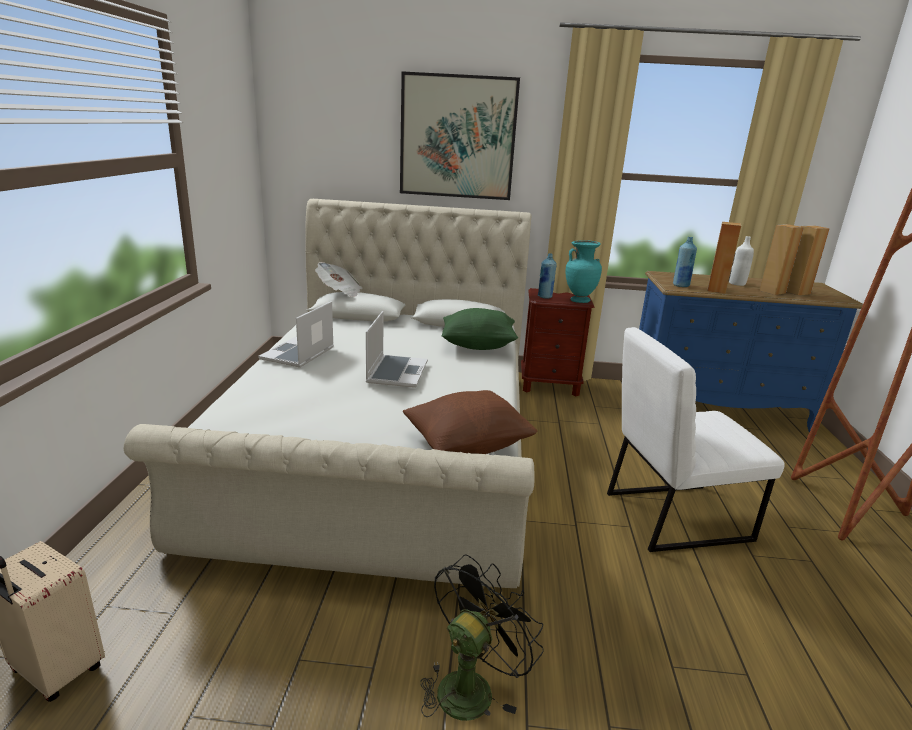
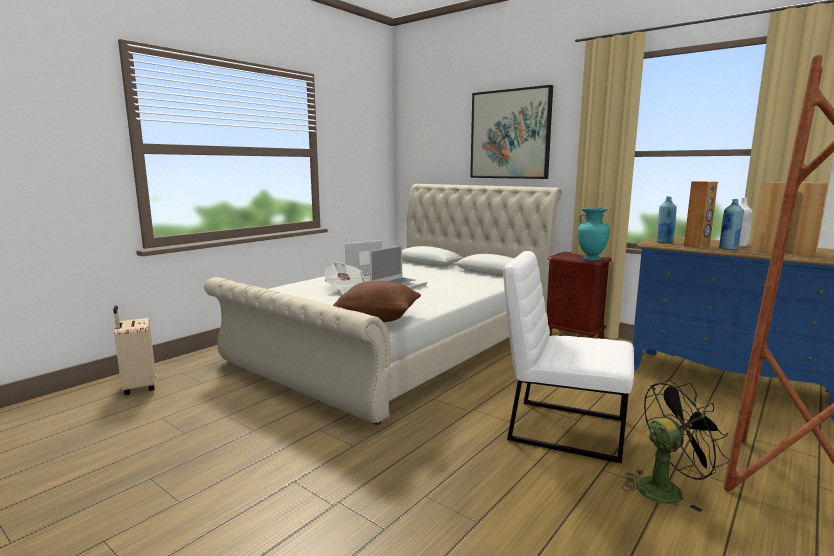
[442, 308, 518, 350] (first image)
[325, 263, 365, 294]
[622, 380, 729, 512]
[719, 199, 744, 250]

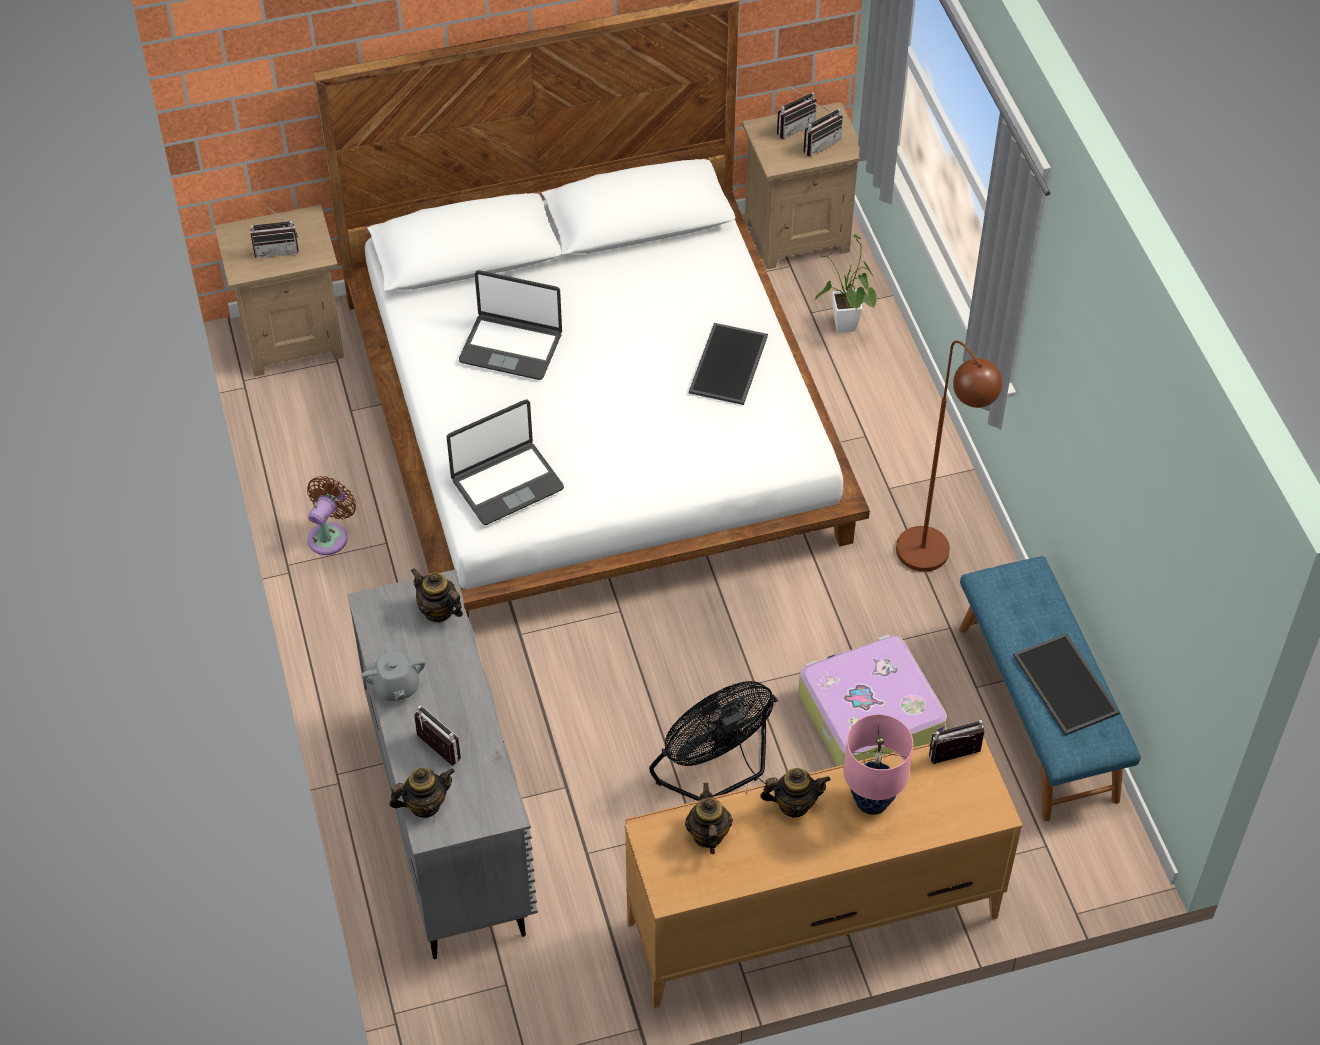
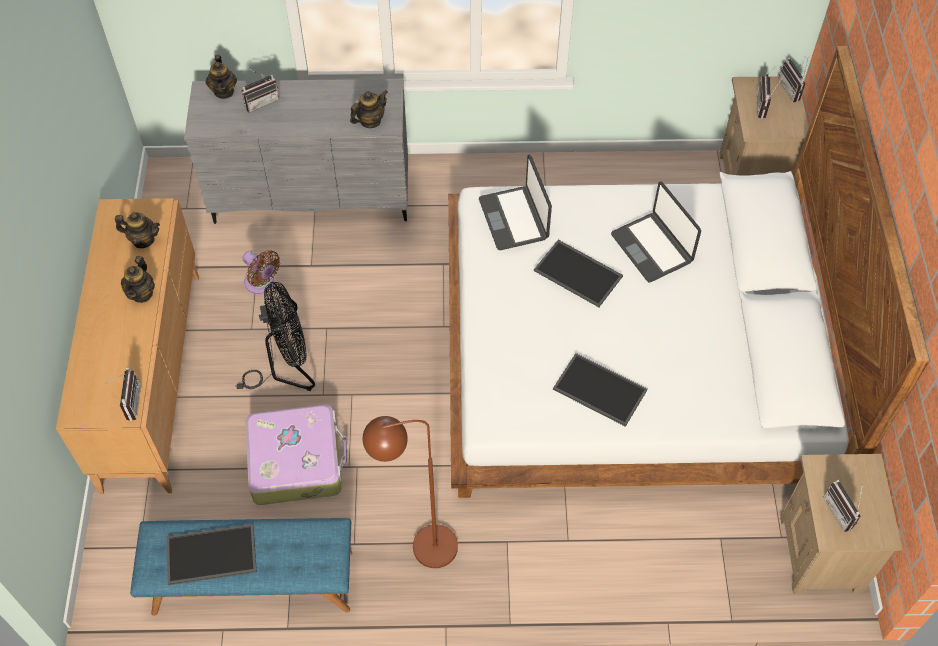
[361, 642, 426, 701] (first image)
[815, 234, 877, 333] (first image)
[844, 714, 913, 815] (first image)
[534, 240, 623, 307]
[242, 250, 280, 294]
[778, 58, 808, 102]
[611, 181, 701, 282]

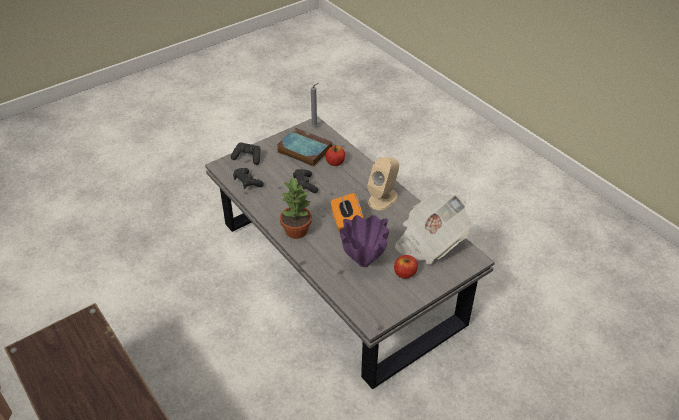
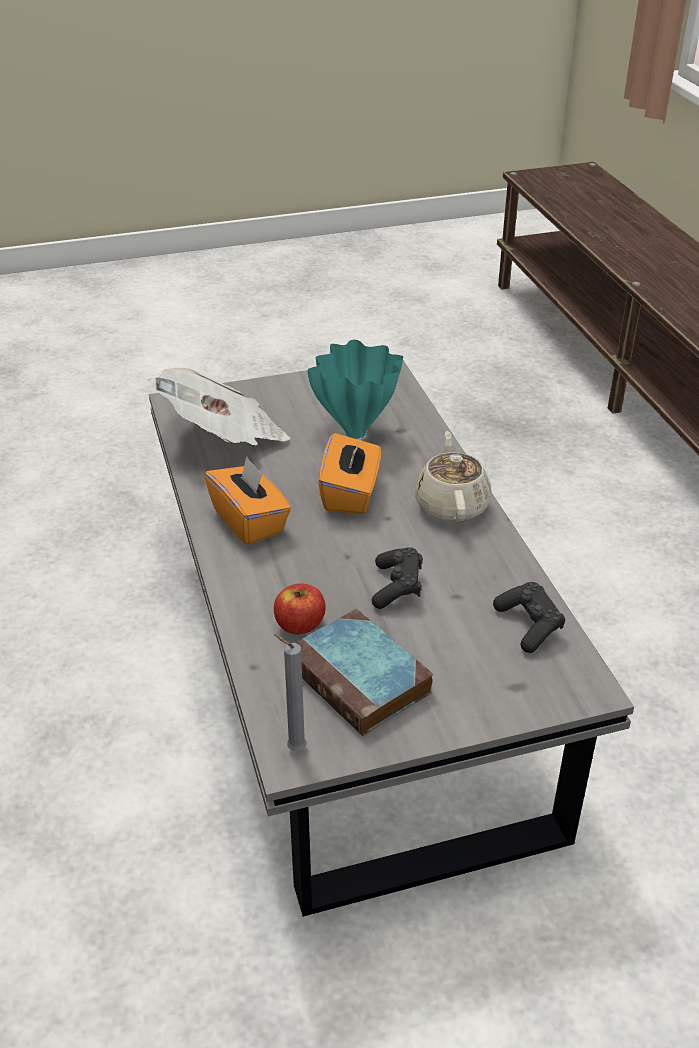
[231, 143, 260, 165] (first image)
[394, 255, 418, 279] (first image)
[415, 431, 491, 523]
[204, 456, 291, 545]
[307, 340, 403, 439]

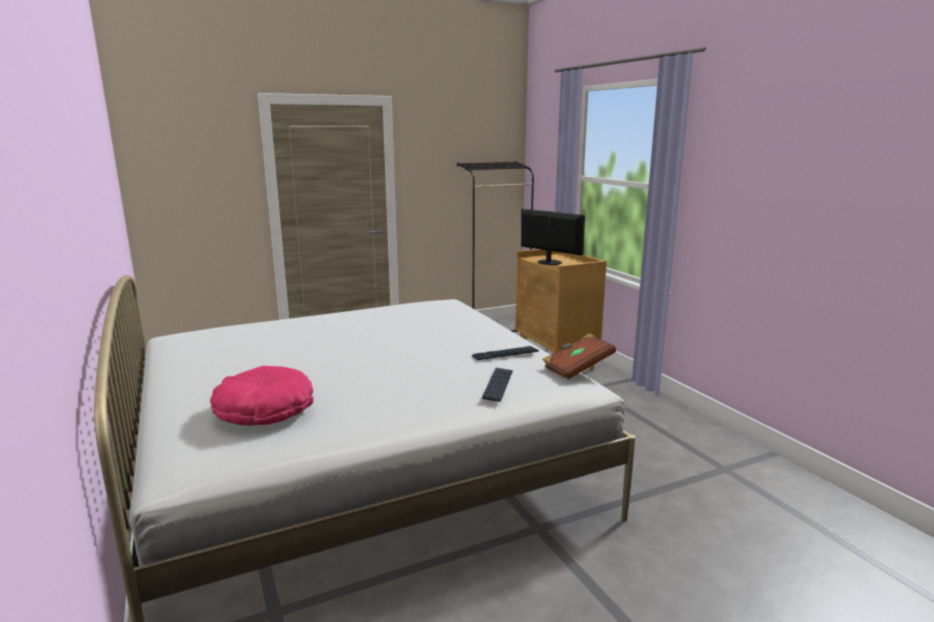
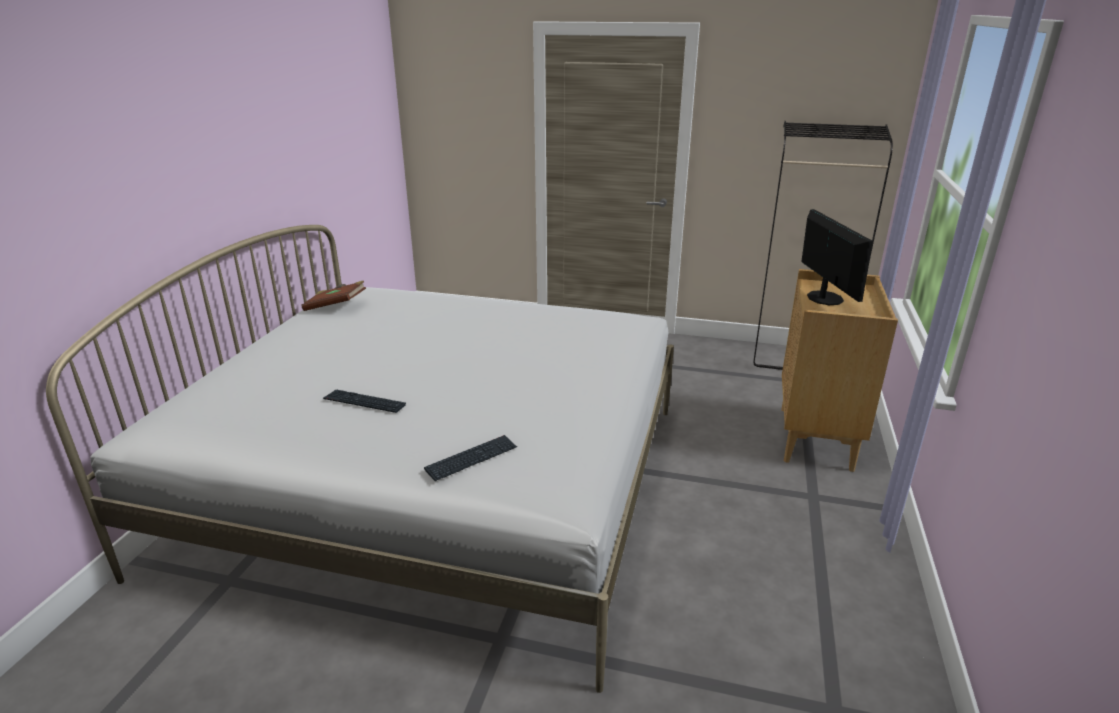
[210, 366, 314, 425] (first image)
[323, 390, 406, 413]
[301, 281, 366, 311]

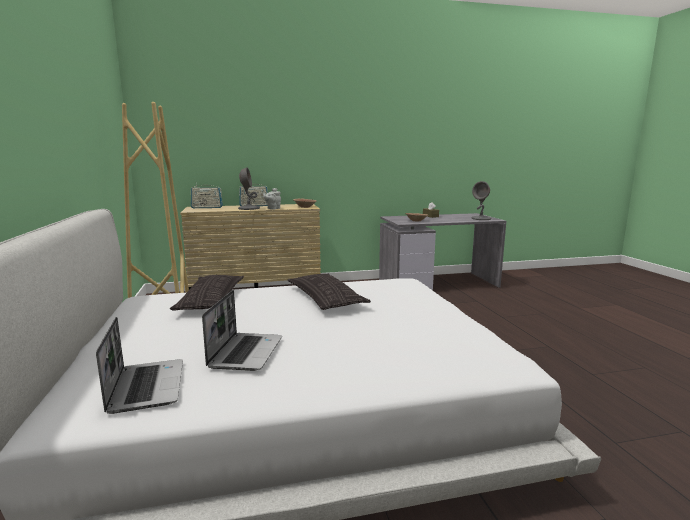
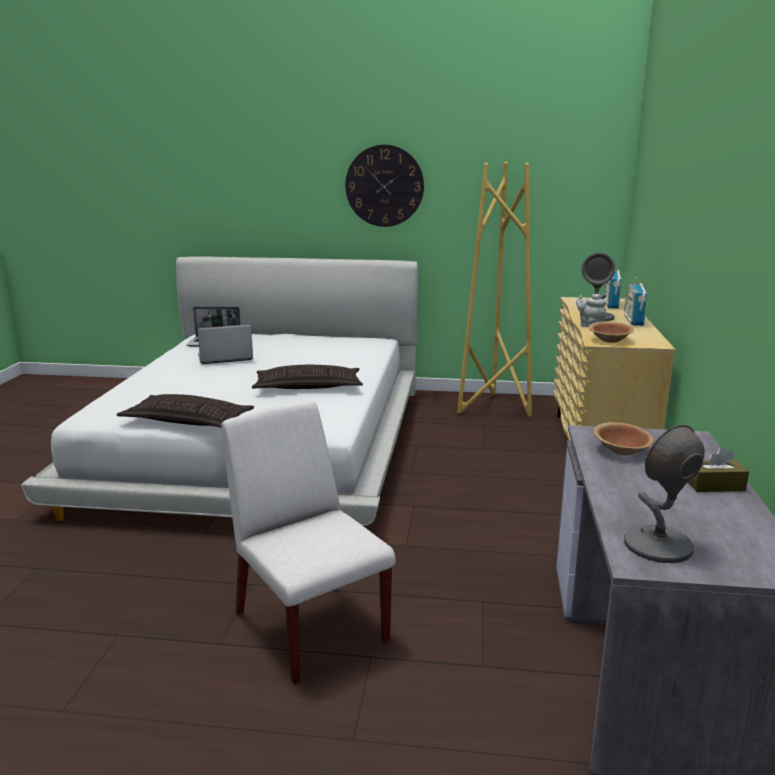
[221, 401, 396, 684]
[345, 145, 424, 227]
[117, 394, 254, 428]
[198, 324, 253, 364]

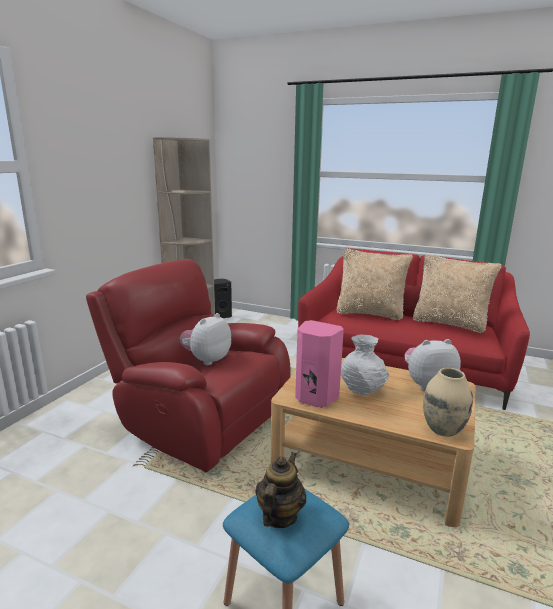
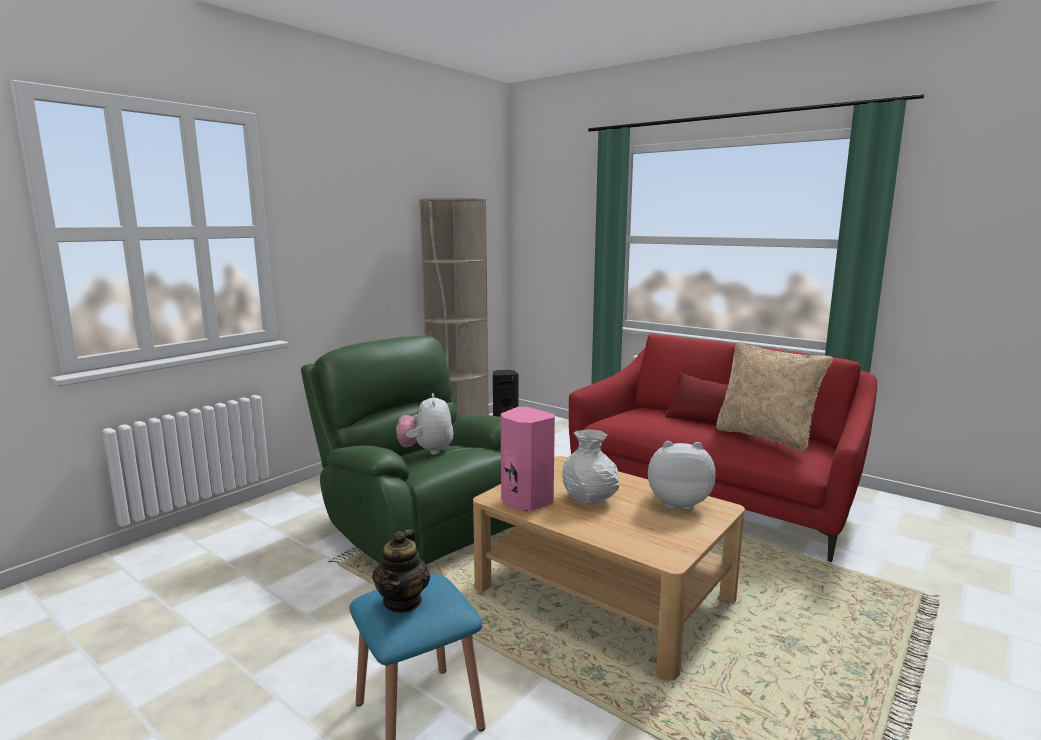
[337, 248, 413, 320] (first image)
[423, 368, 473, 437] (first image)
[301, 336, 515, 565]
[396, 393, 454, 455]
[372, 529, 430, 613]

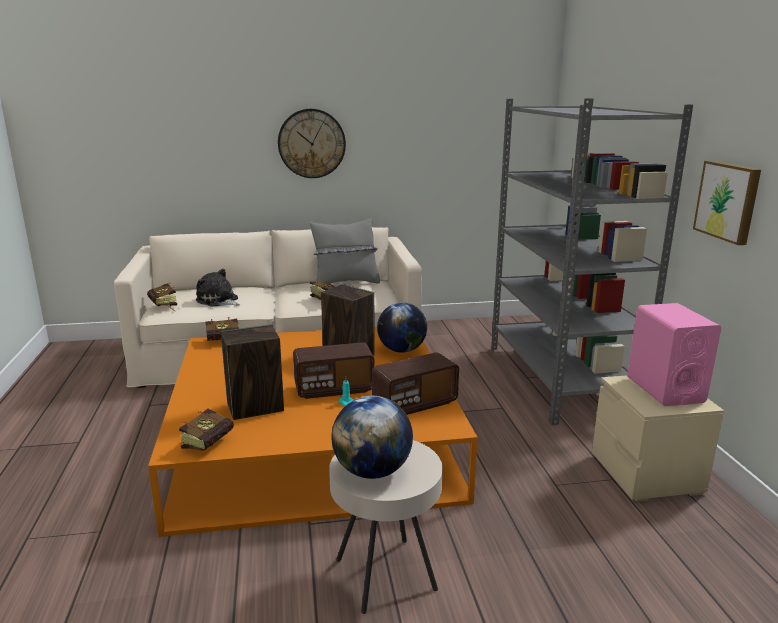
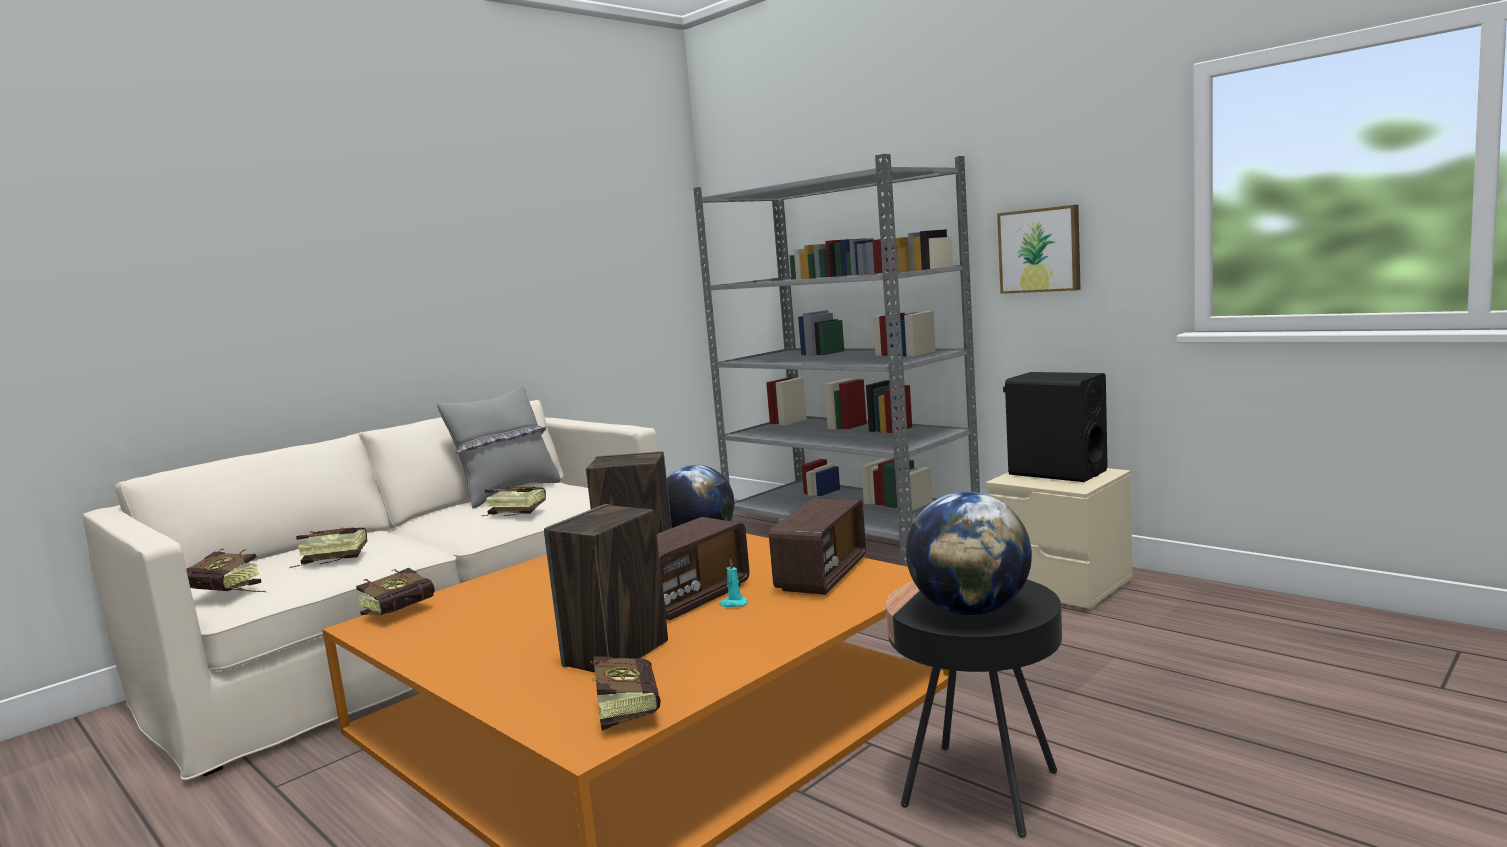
[278, 109, 346, 178] (first image)
[290, 528, 367, 568]
[886, 580, 1062, 838]
[1003, 372, 1108, 482]

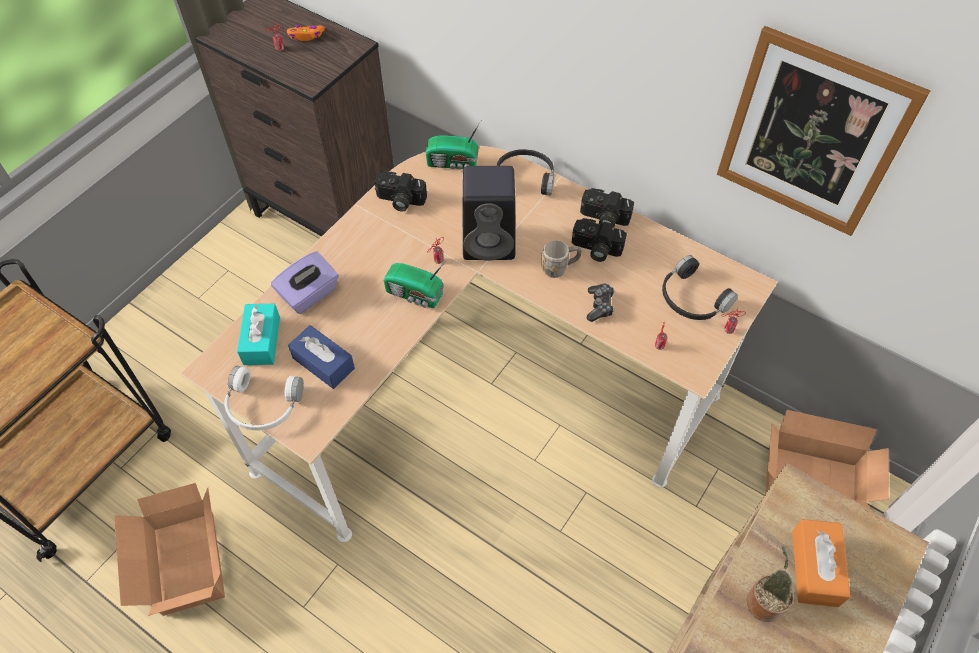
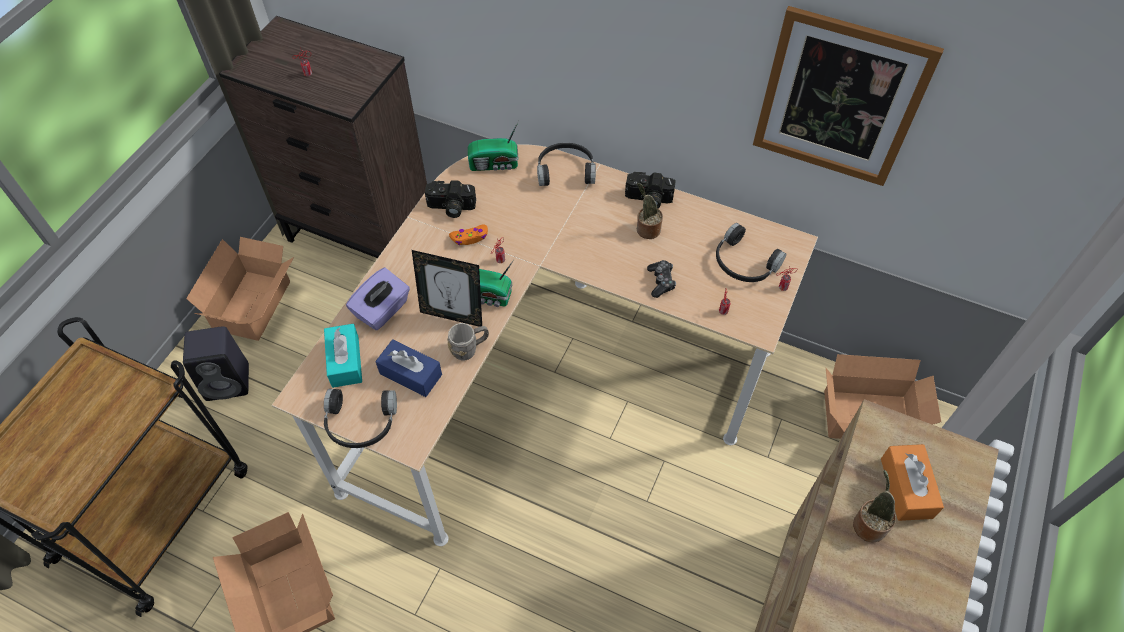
[186, 237, 294, 341]
[412, 250, 482, 327]
[449, 225, 488, 245]
[183, 326, 249, 401]
[447, 323, 489, 361]
[637, 183, 663, 239]
[324, 389, 397, 448]

